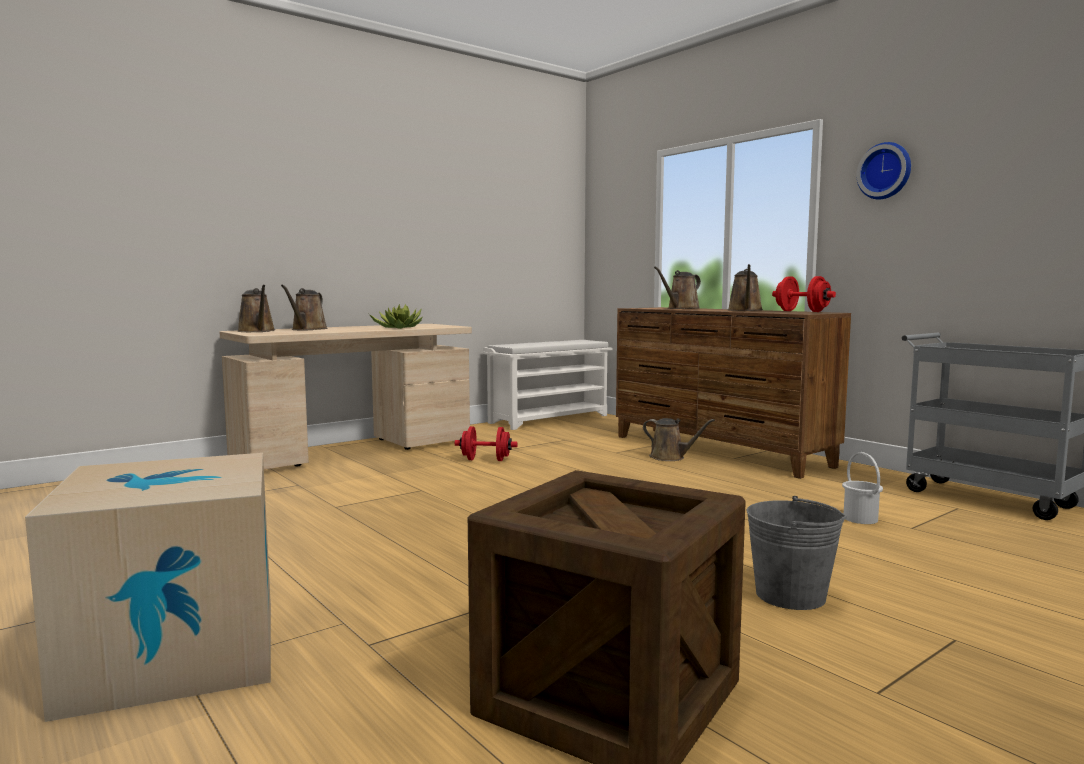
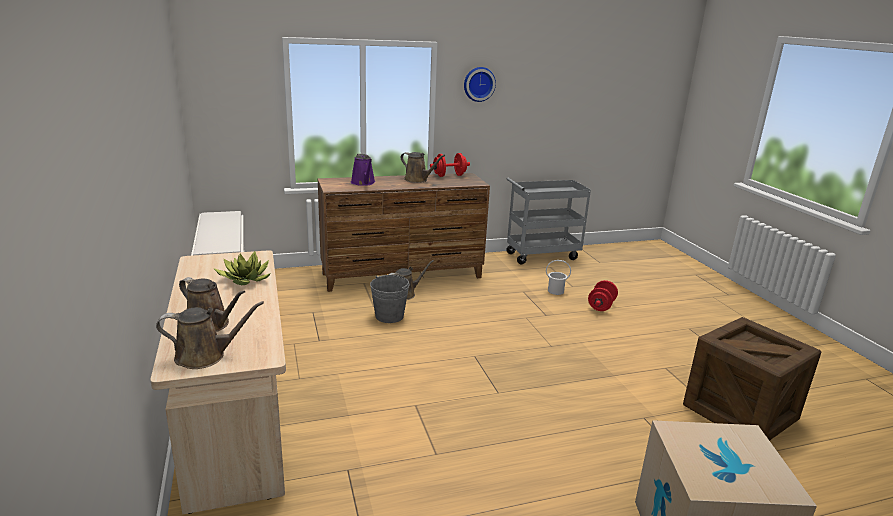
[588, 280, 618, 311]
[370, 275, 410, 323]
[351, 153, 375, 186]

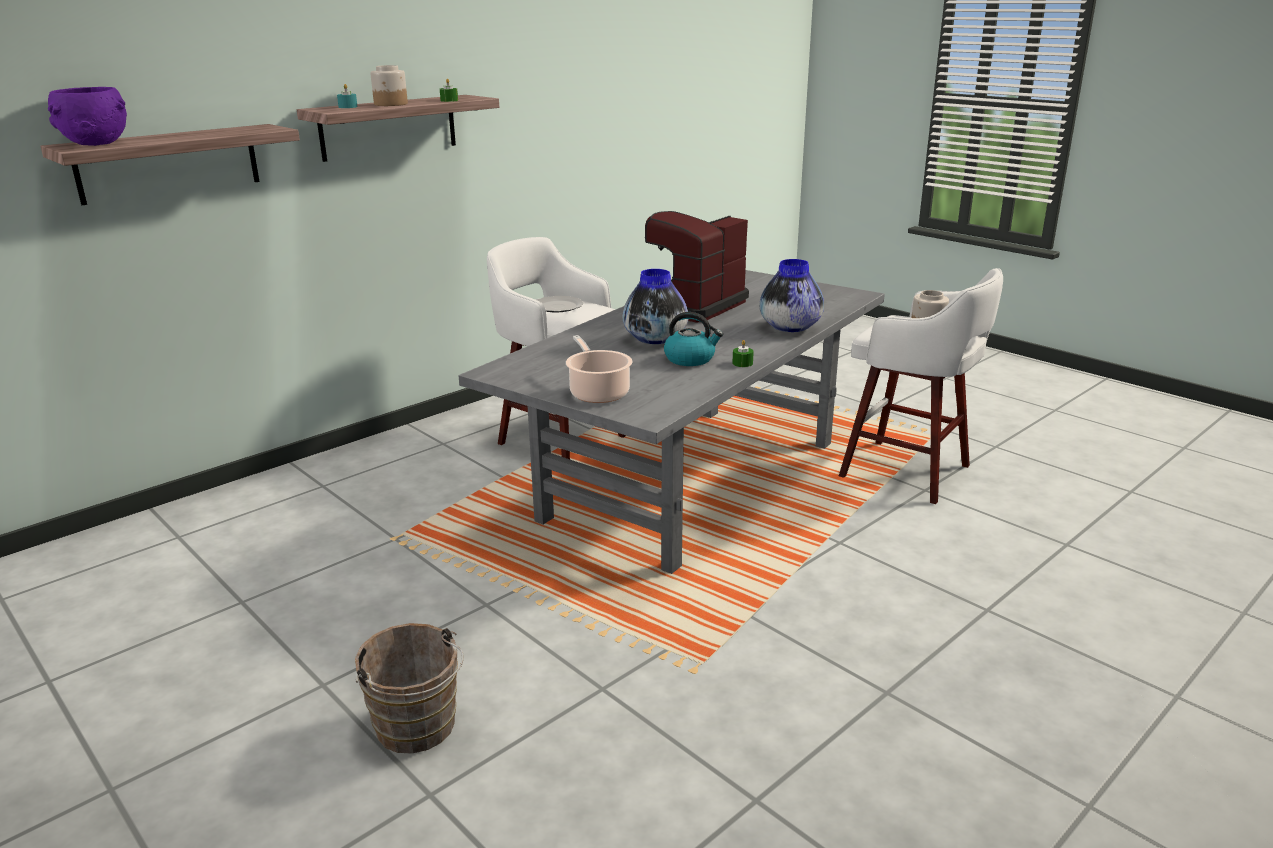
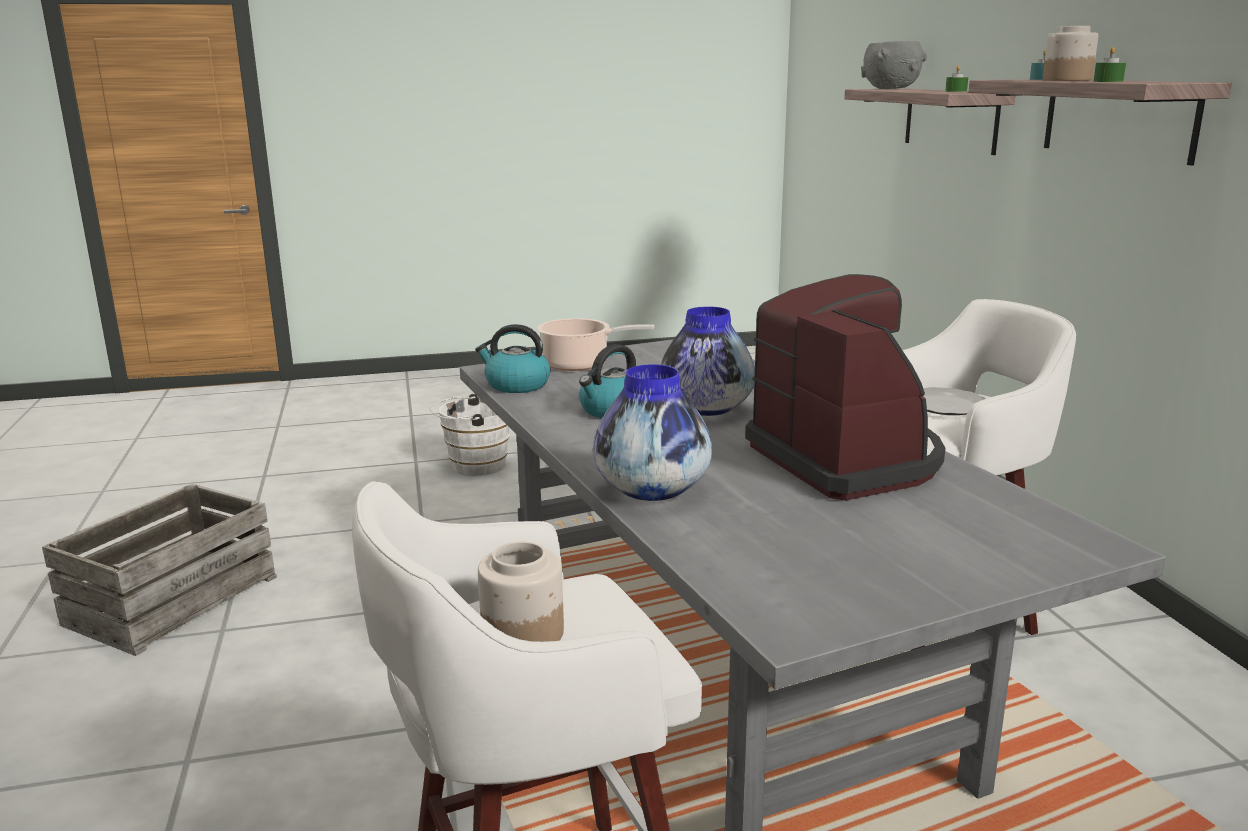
[42, 484, 277, 656]
[475, 324, 551, 393]
[945, 65, 968, 92]
[861, 41, 927, 89]
[430, 394, 510, 476]

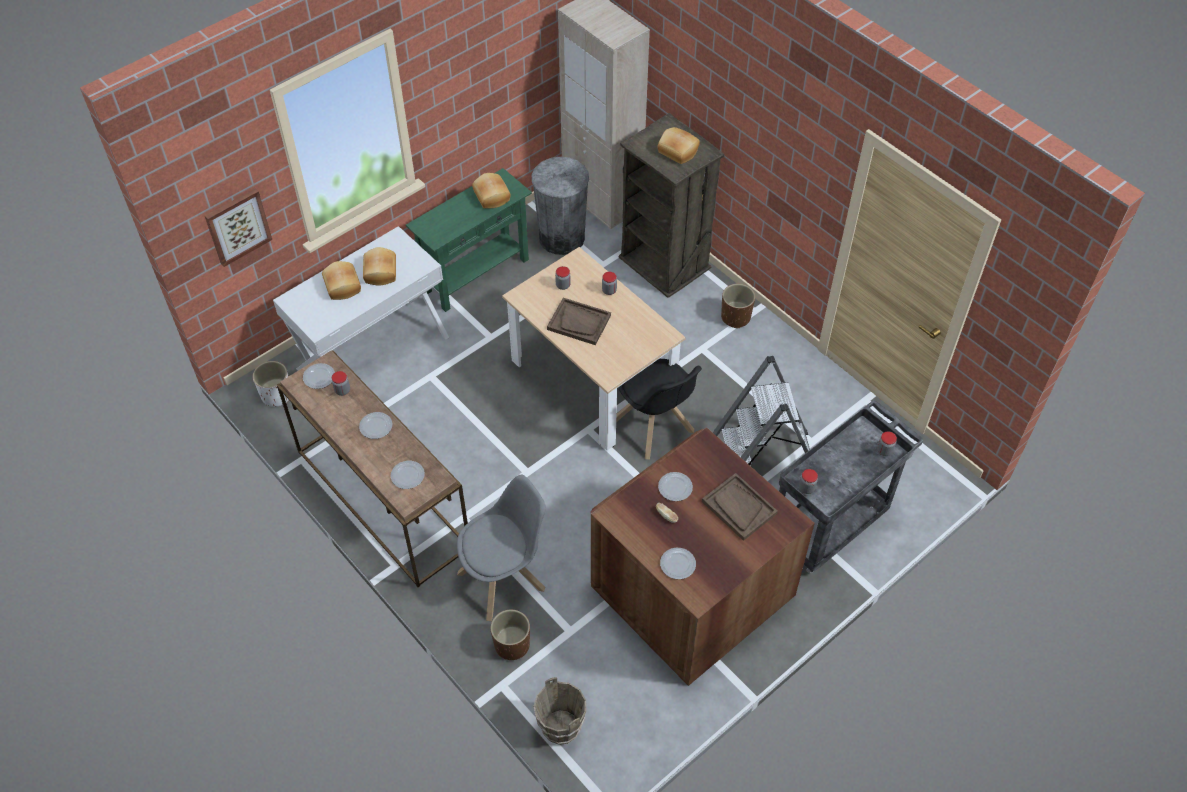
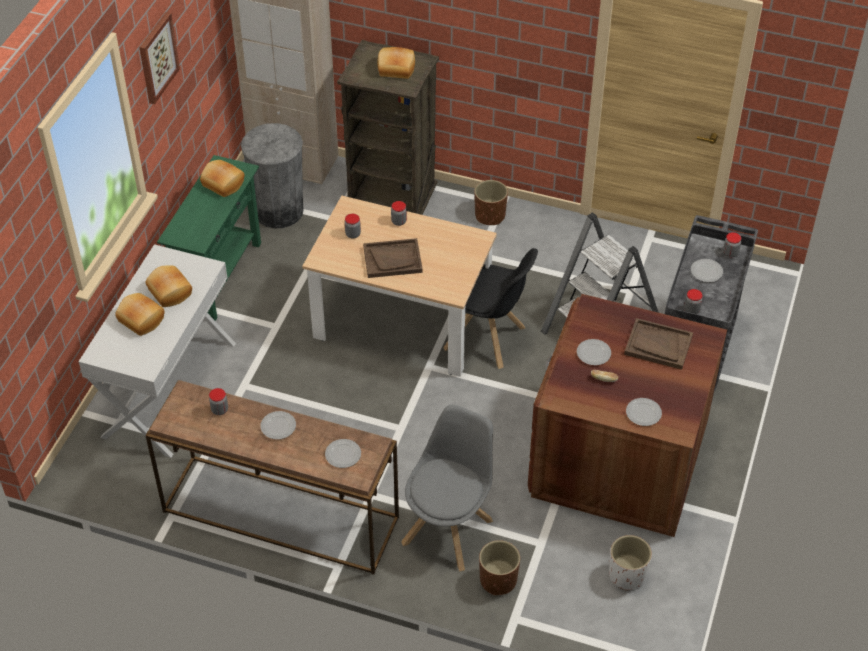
[534, 677, 586, 745] (first image)
[139, 12, 180, 104]
[609, 535, 652, 591]
[691, 259, 723, 282]

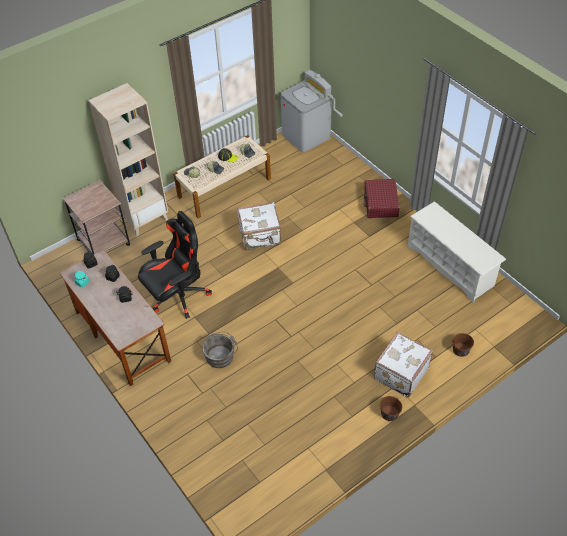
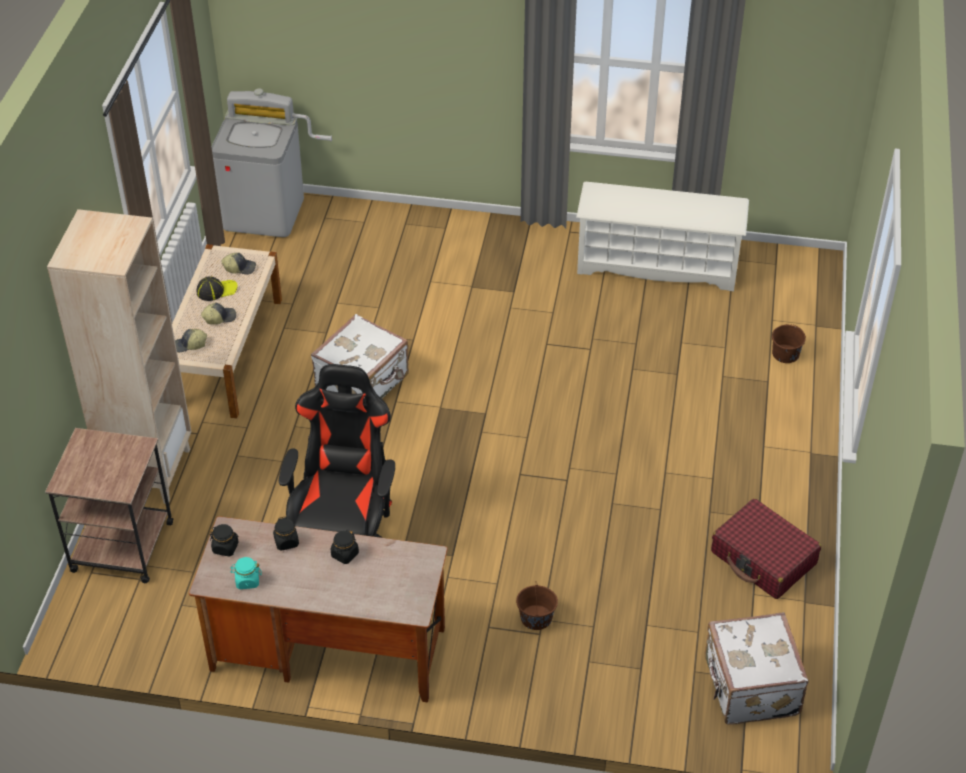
[202, 332, 238, 368] (first image)
[711, 498, 821, 599]
[704, 612, 809, 725]
[516, 582, 558, 630]

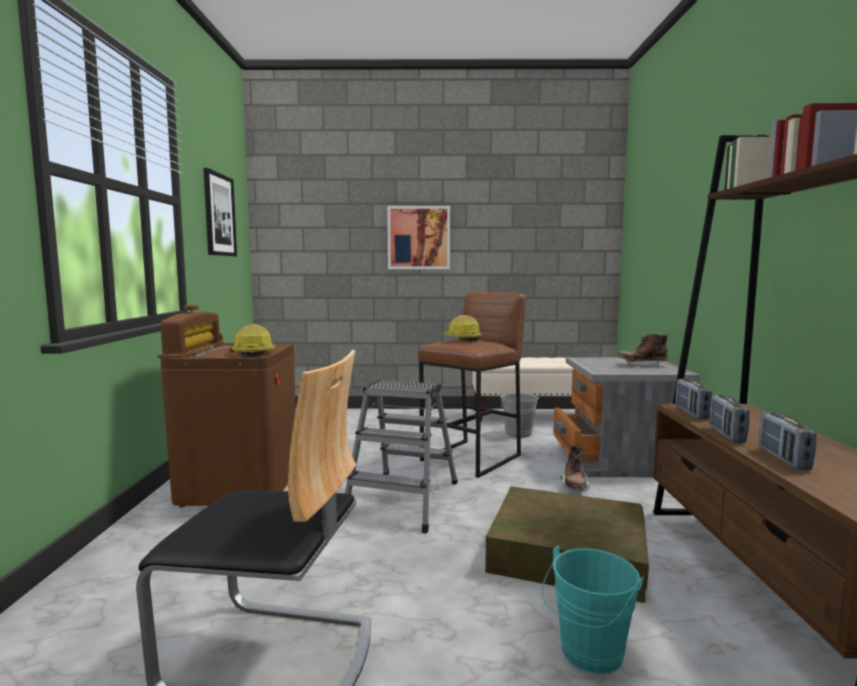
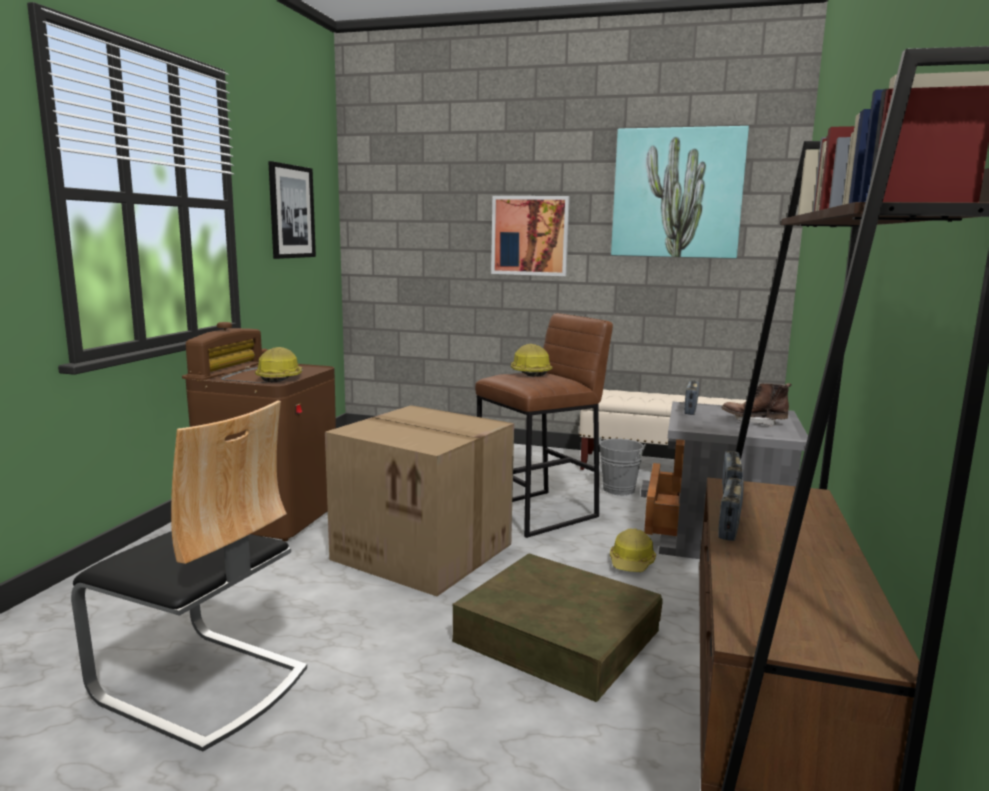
[542, 545, 643, 674] (first image)
[611, 126, 749, 258]
[684, 380, 699, 415]
[325, 405, 514, 596]
[610, 528, 656, 572]

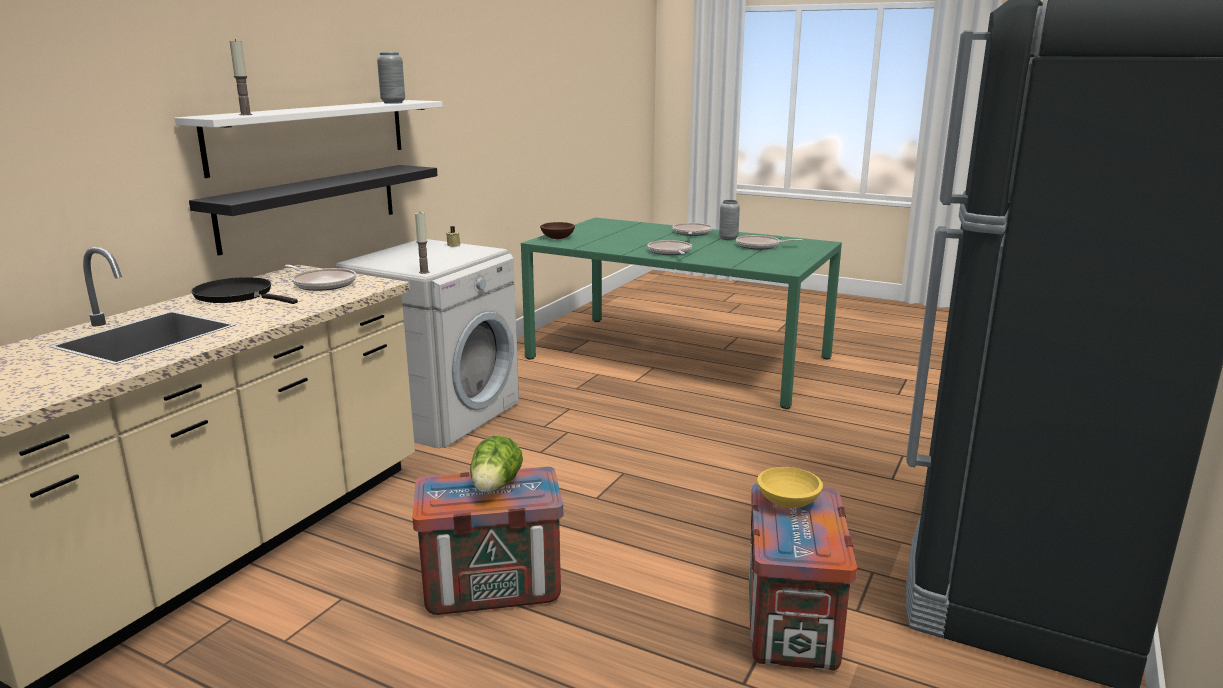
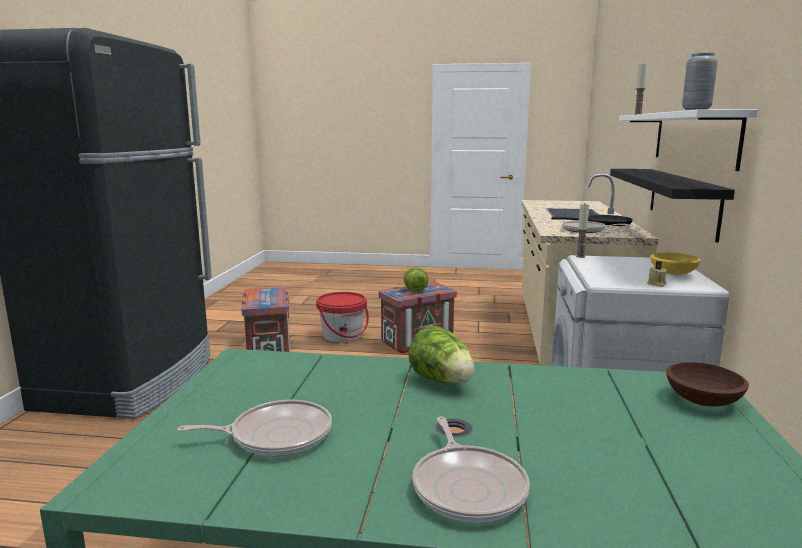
[719, 200, 740, 240] (first image)
[316, 292, 369, 342]
[650, 252, 701, 275]
[408, 326, 475, 383]

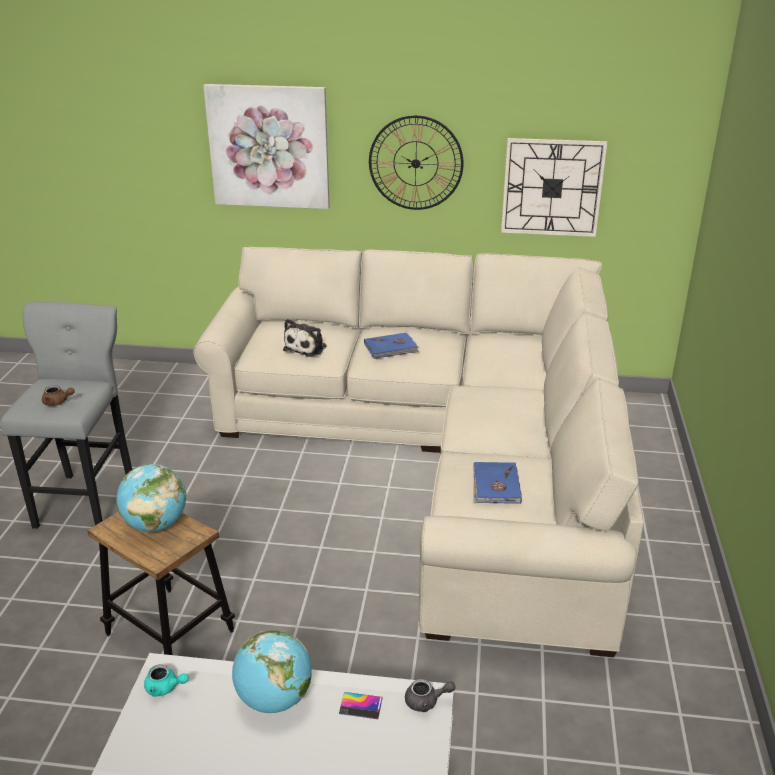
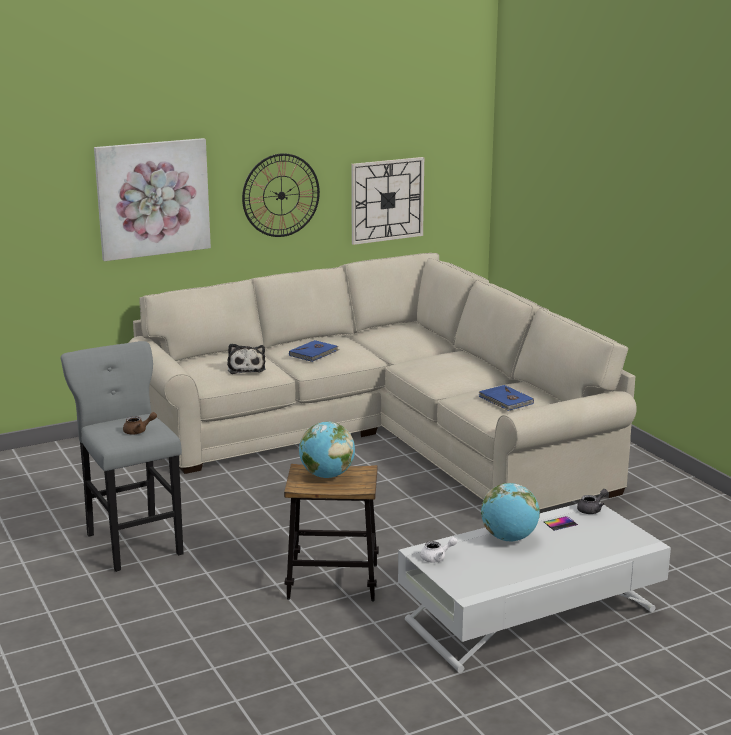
[420, 537, 457, 563]

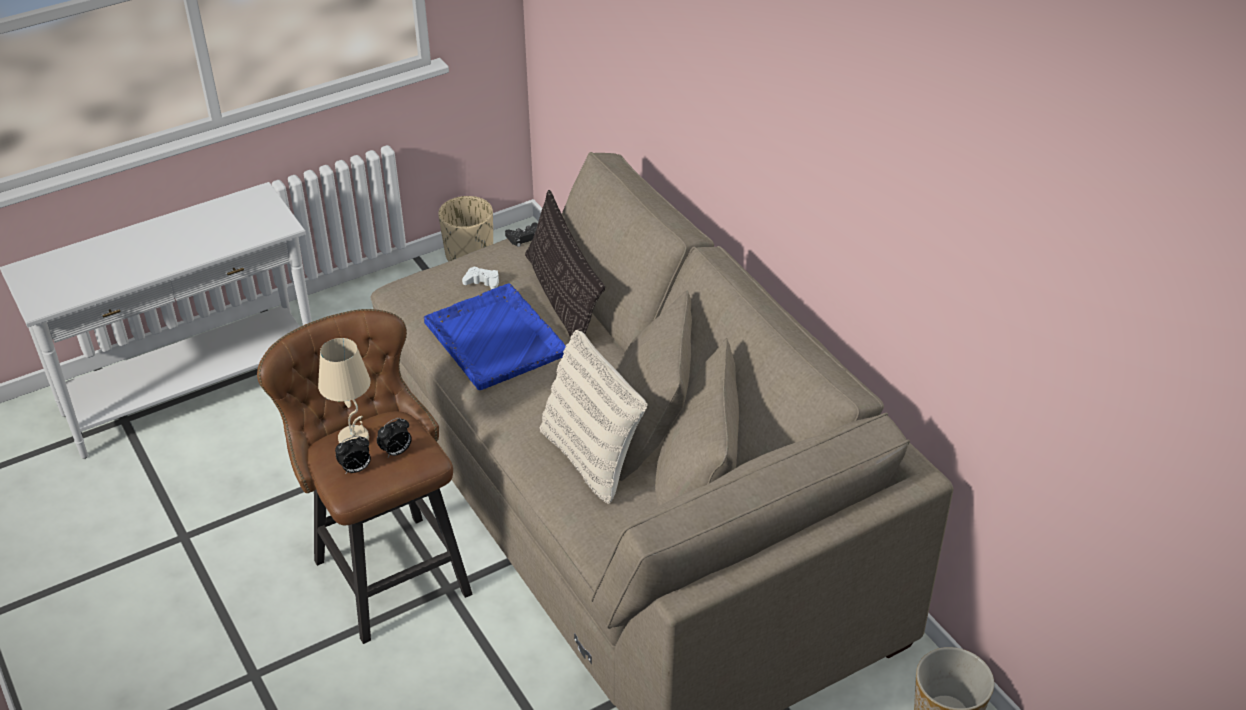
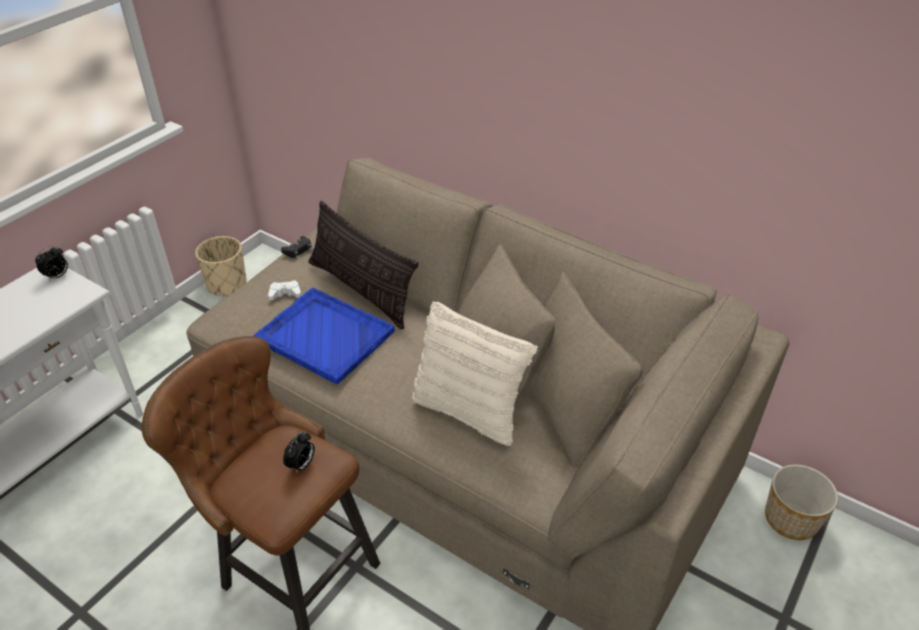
[318, 338, 371, 443] (first image)
[35, 246, 68, 281]

